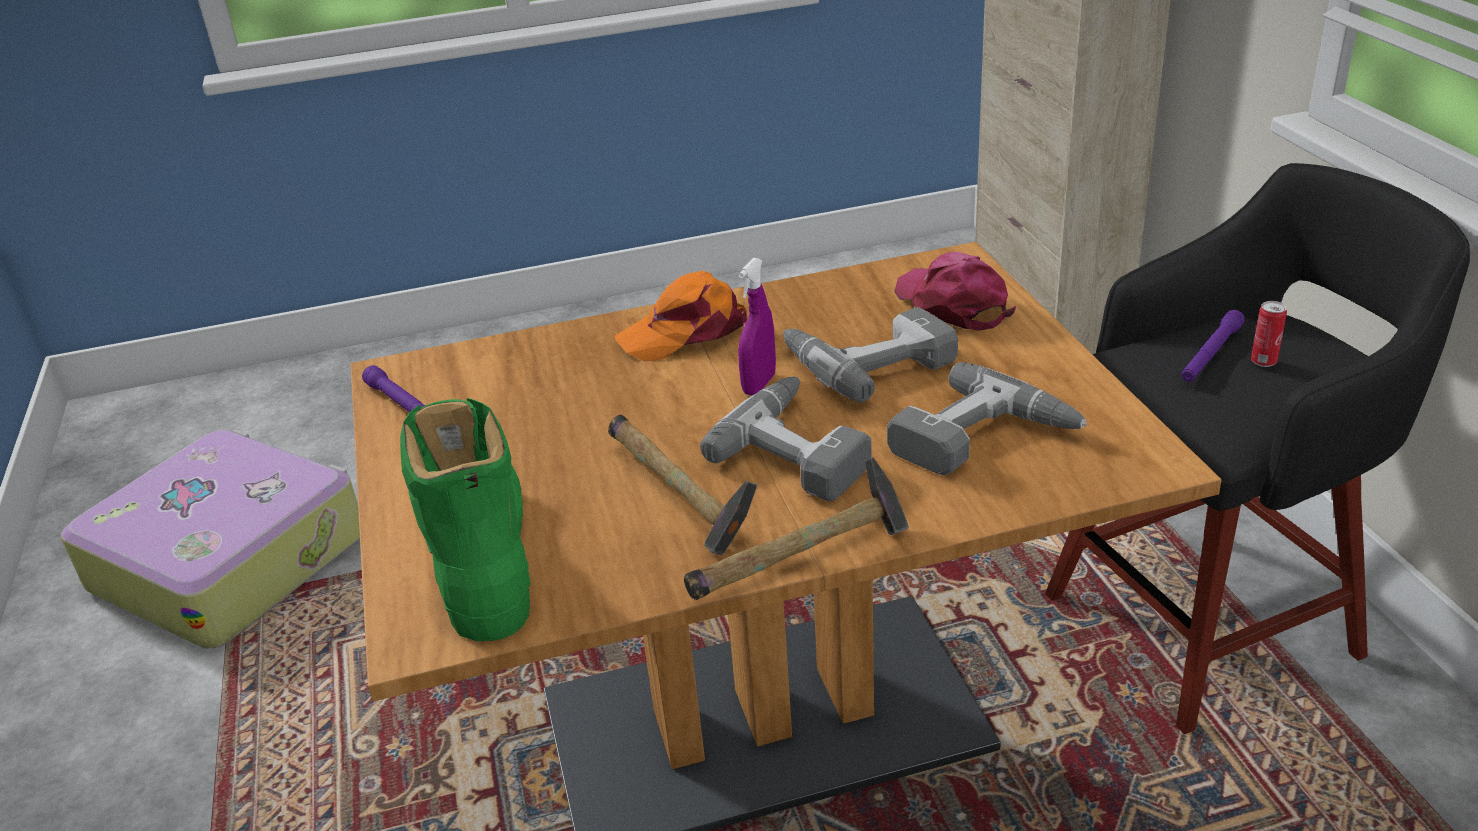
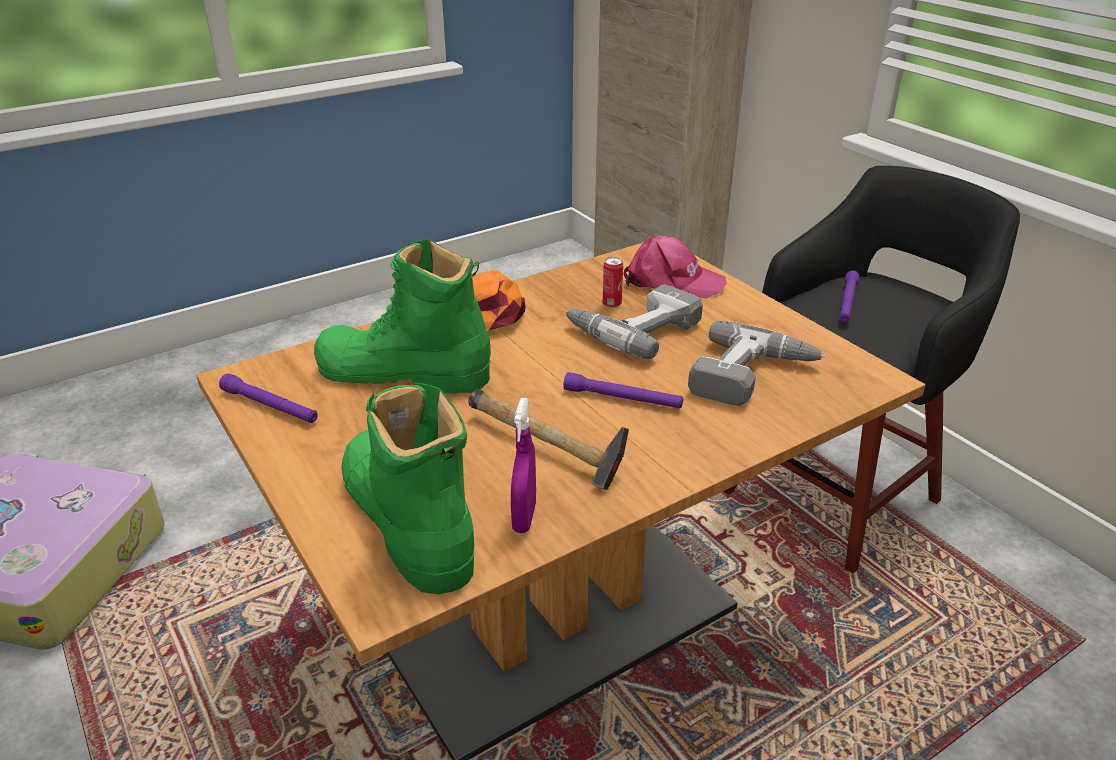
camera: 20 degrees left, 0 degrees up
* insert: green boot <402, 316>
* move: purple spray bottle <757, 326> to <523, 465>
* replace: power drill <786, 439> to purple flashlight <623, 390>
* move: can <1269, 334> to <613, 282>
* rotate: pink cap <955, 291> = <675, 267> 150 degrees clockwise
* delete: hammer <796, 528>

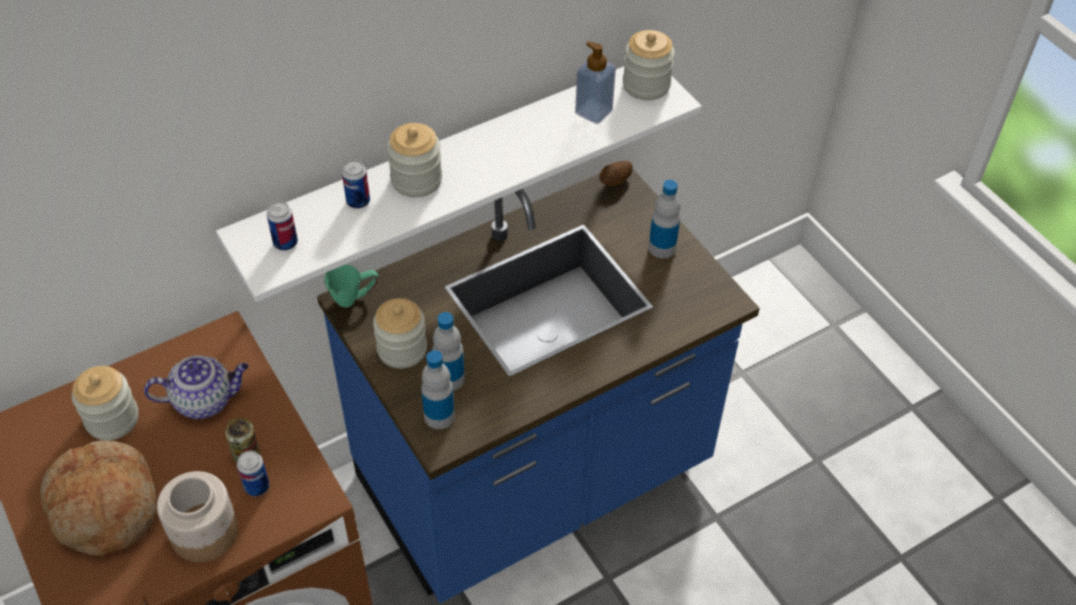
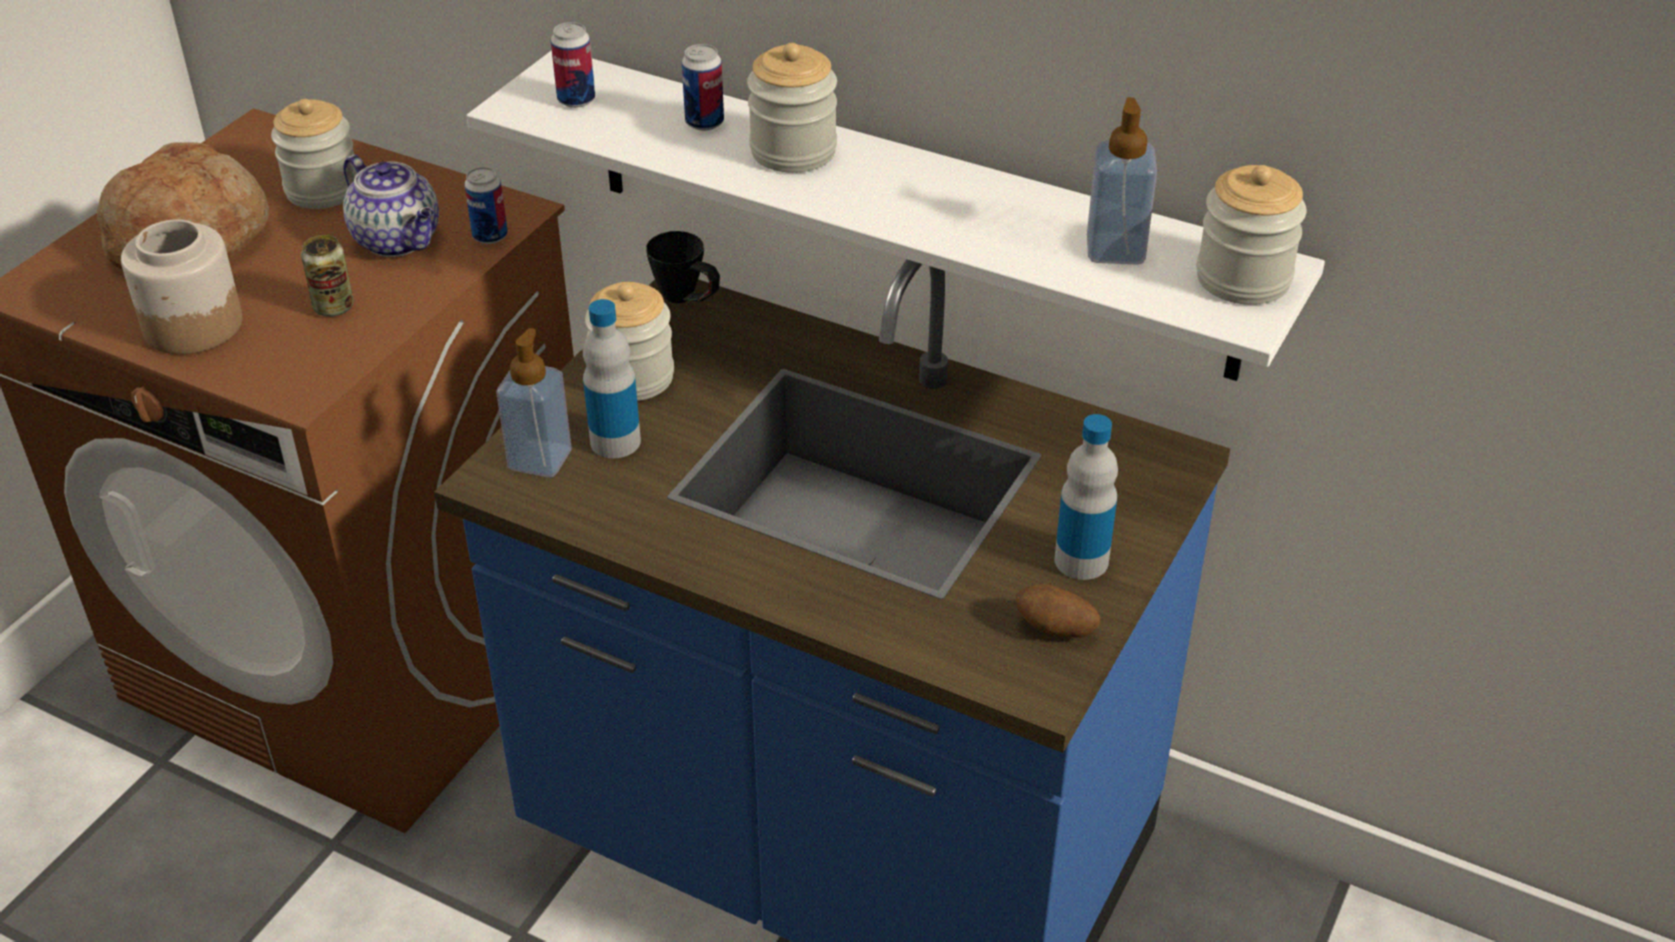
camera: 60 degrees right, 10 degrees down
* move: can <253, 474> to <486, 205>
* replace: bottle <438, 389> to soap dispenser <534, 402>
* recolor: green mug <351, 285> to black mug <683, 267>
* move: potato <616, 173> to <1058, 611>

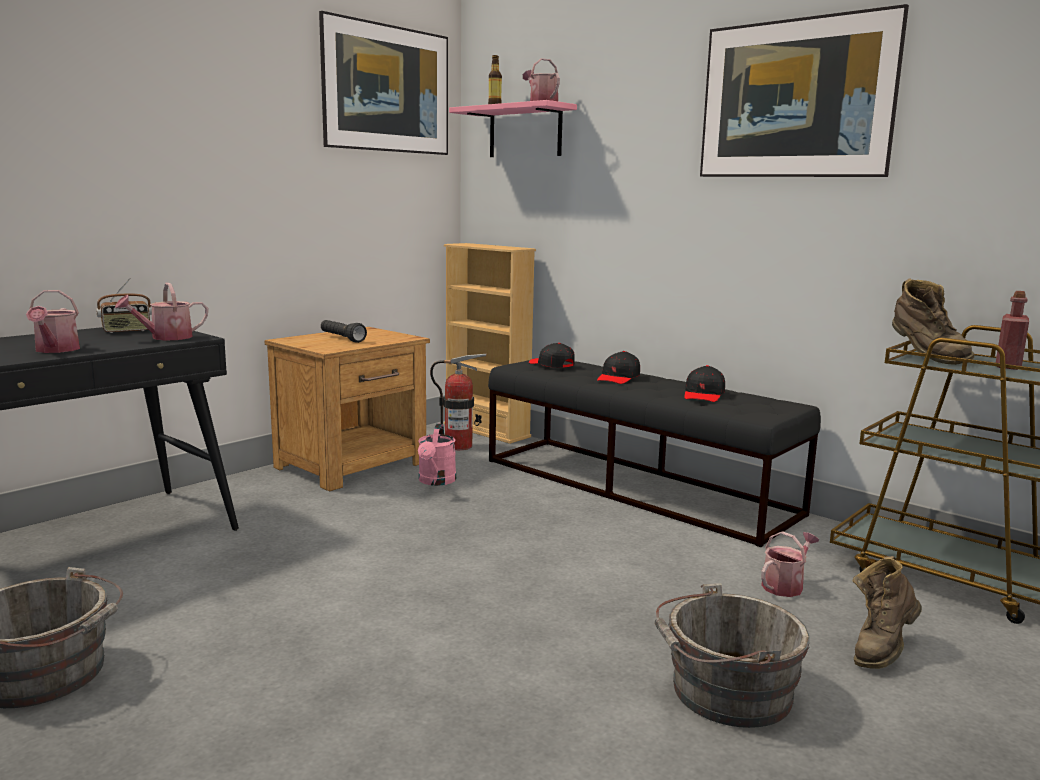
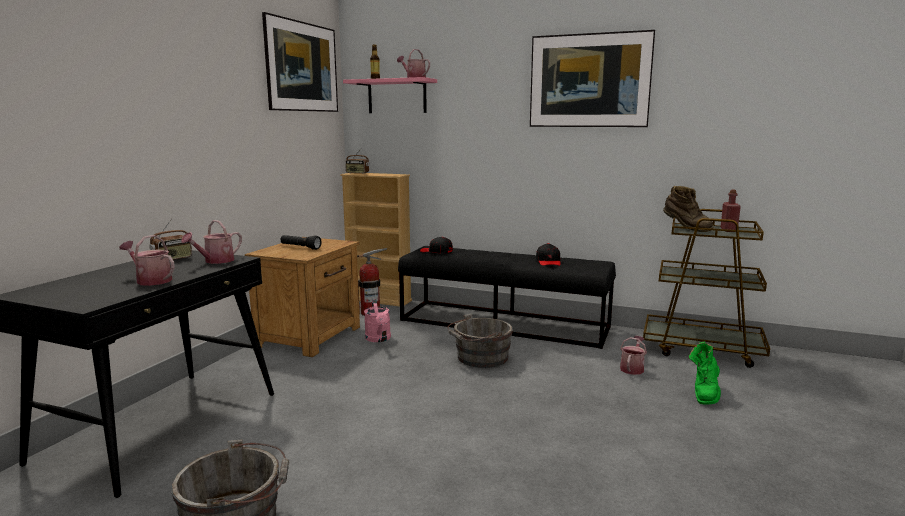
camera: 20 degrees left, 0 degrees up
* rotate: watering can <53, 321> = <147, 260> 150 degrees clockwise
* insert: radio <357, 161>
* move: grey bucket <732, 655> to <480, 341>
* recolor: brown boot <887, 612> to green boot <705, 373>
* delete: black cap <618, 367>

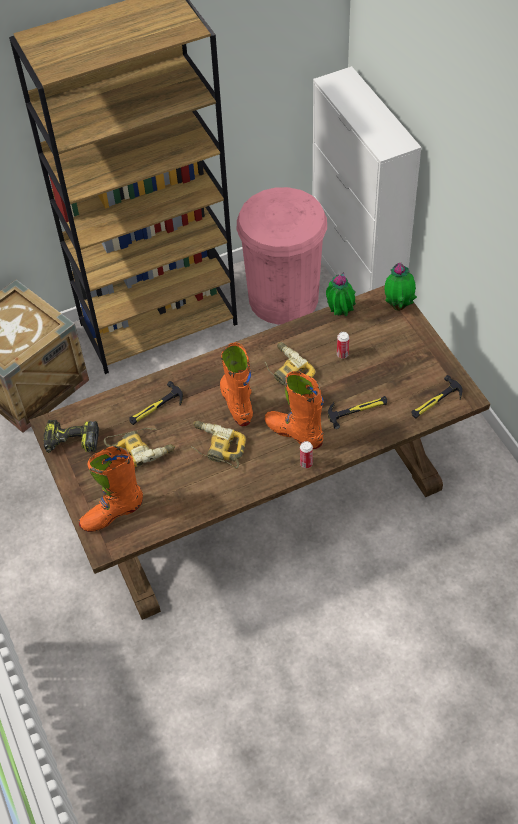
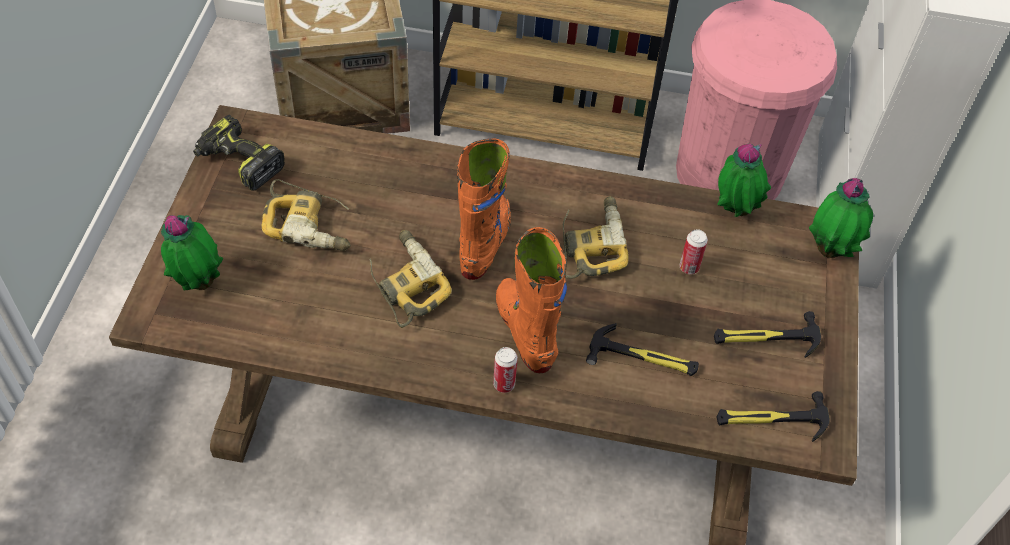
camera: 30 degrees right, 0 degrees up
* replace: orange boot <111, 489> to potted plant <192, 252>
* move: hammer <156, 403> to <767, 334>

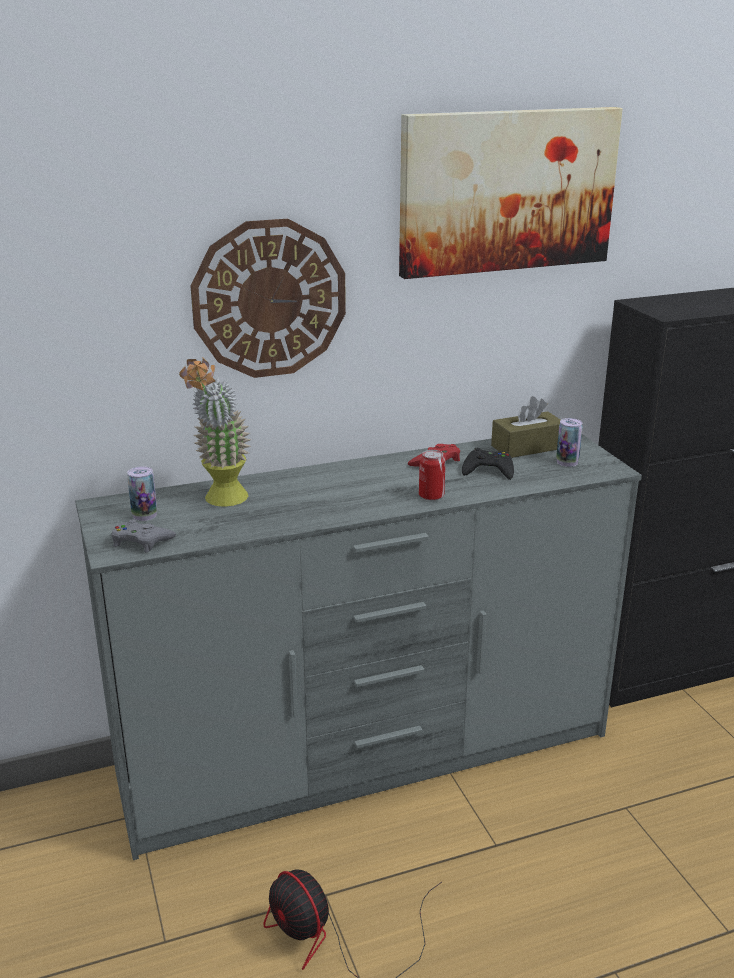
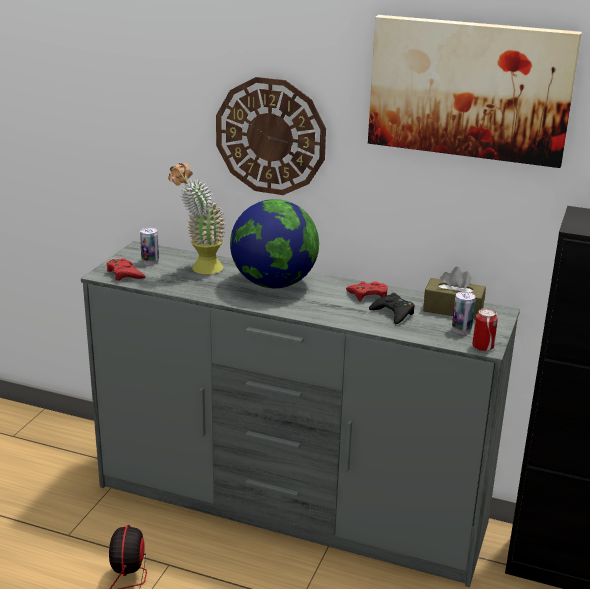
camera: 40 degrees right, 0 degrees up
* recolor: grey game controller <144, 536> to red game controller <126, 269>
* insert: globe <274, 243>
* move: can <432, 475> to <485, 329>

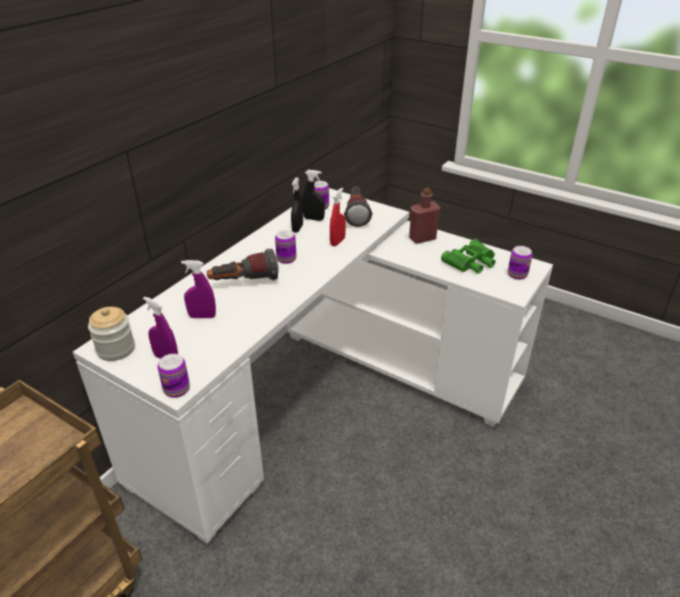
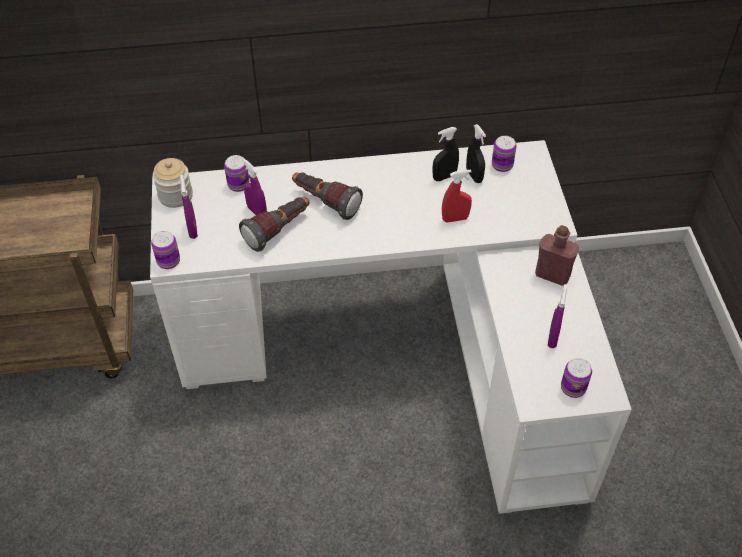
camera: 50 degrees right, 15 degrees up
* move: can <285, 247> to <237, 173>
* move: flashlight <358, 207> to <274, 224>
* replace: green binoculars <468, 256> to purple spray bottle <557, 316>

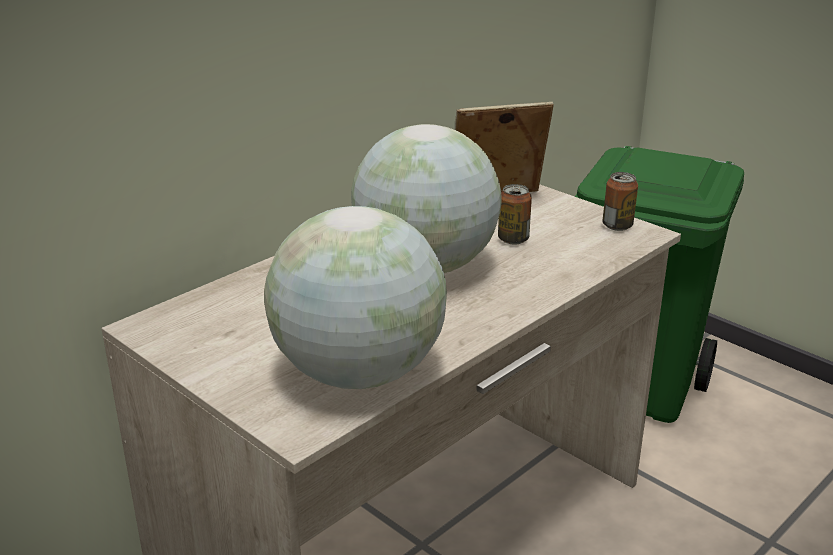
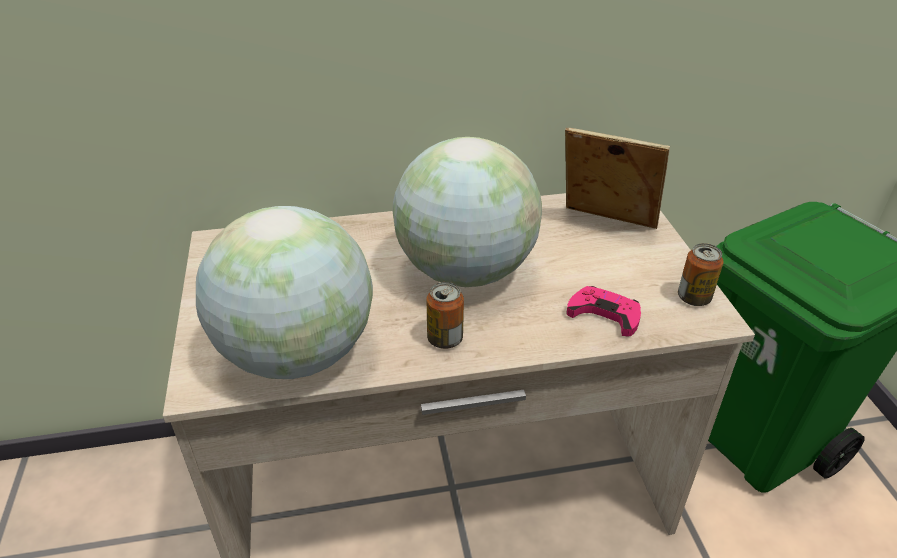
camera: 35 degrees right, 10 degrees up
* move: can <515, 214> to <445, 315>
* insert: pink game controller <604, 311>

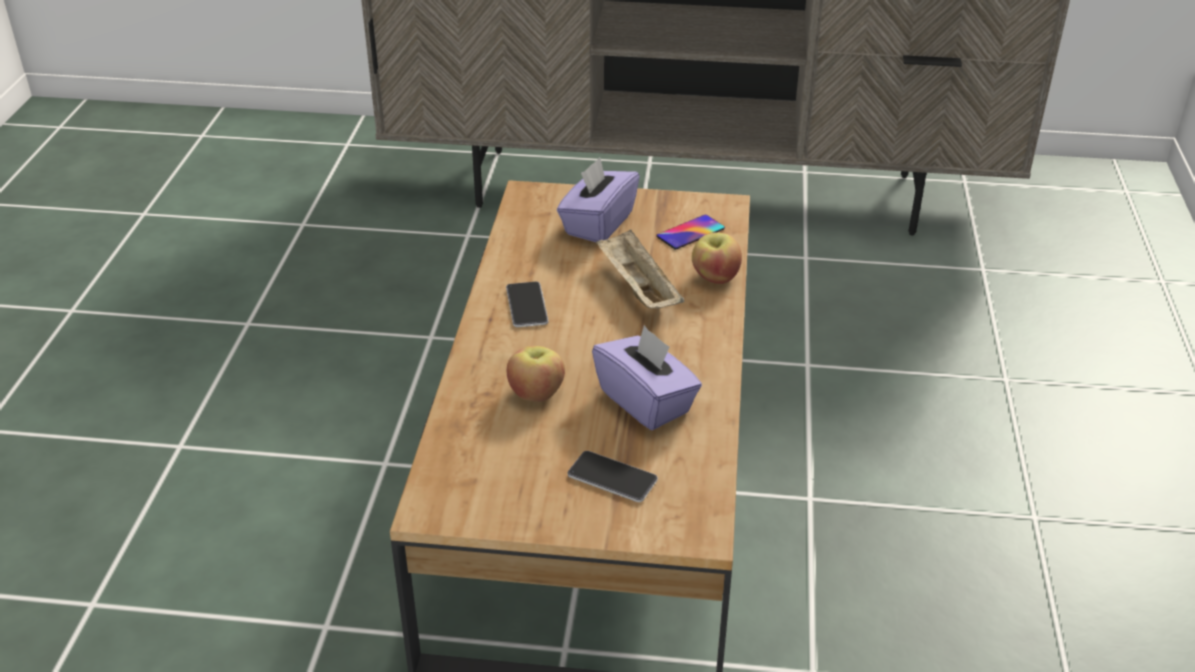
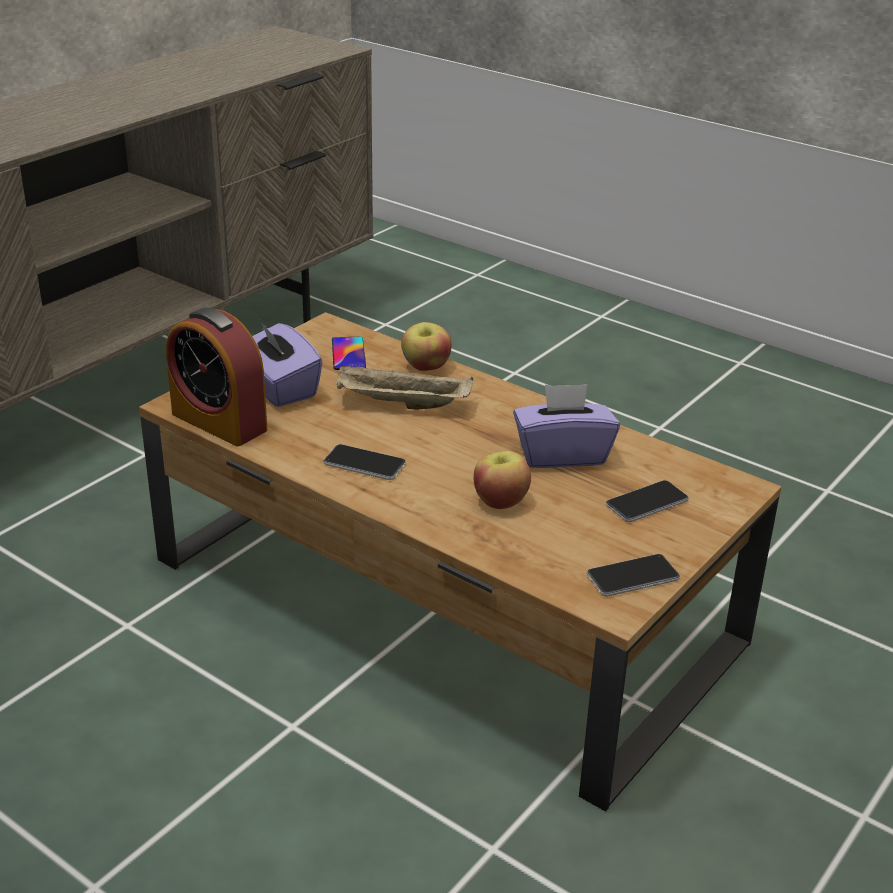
camera: 60 degrees left, 5 degrees down
* insert: alarm clock <216, 377>
* insert: phone <633, 575>

